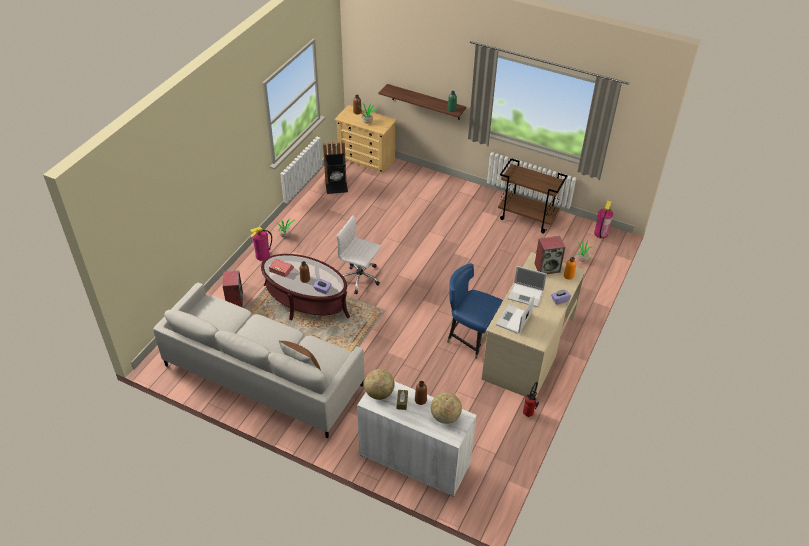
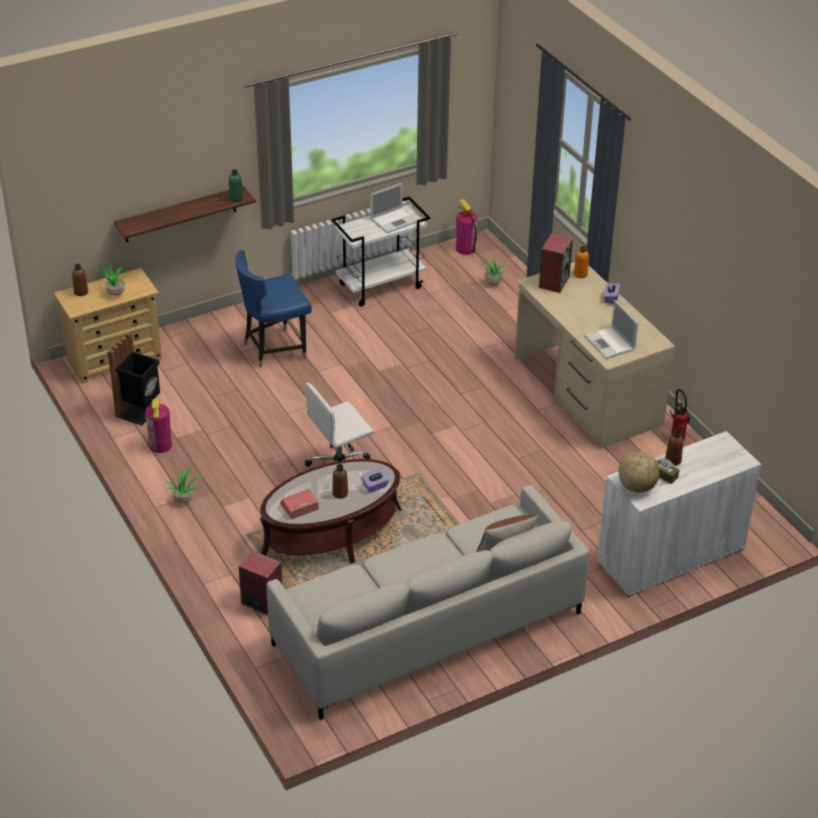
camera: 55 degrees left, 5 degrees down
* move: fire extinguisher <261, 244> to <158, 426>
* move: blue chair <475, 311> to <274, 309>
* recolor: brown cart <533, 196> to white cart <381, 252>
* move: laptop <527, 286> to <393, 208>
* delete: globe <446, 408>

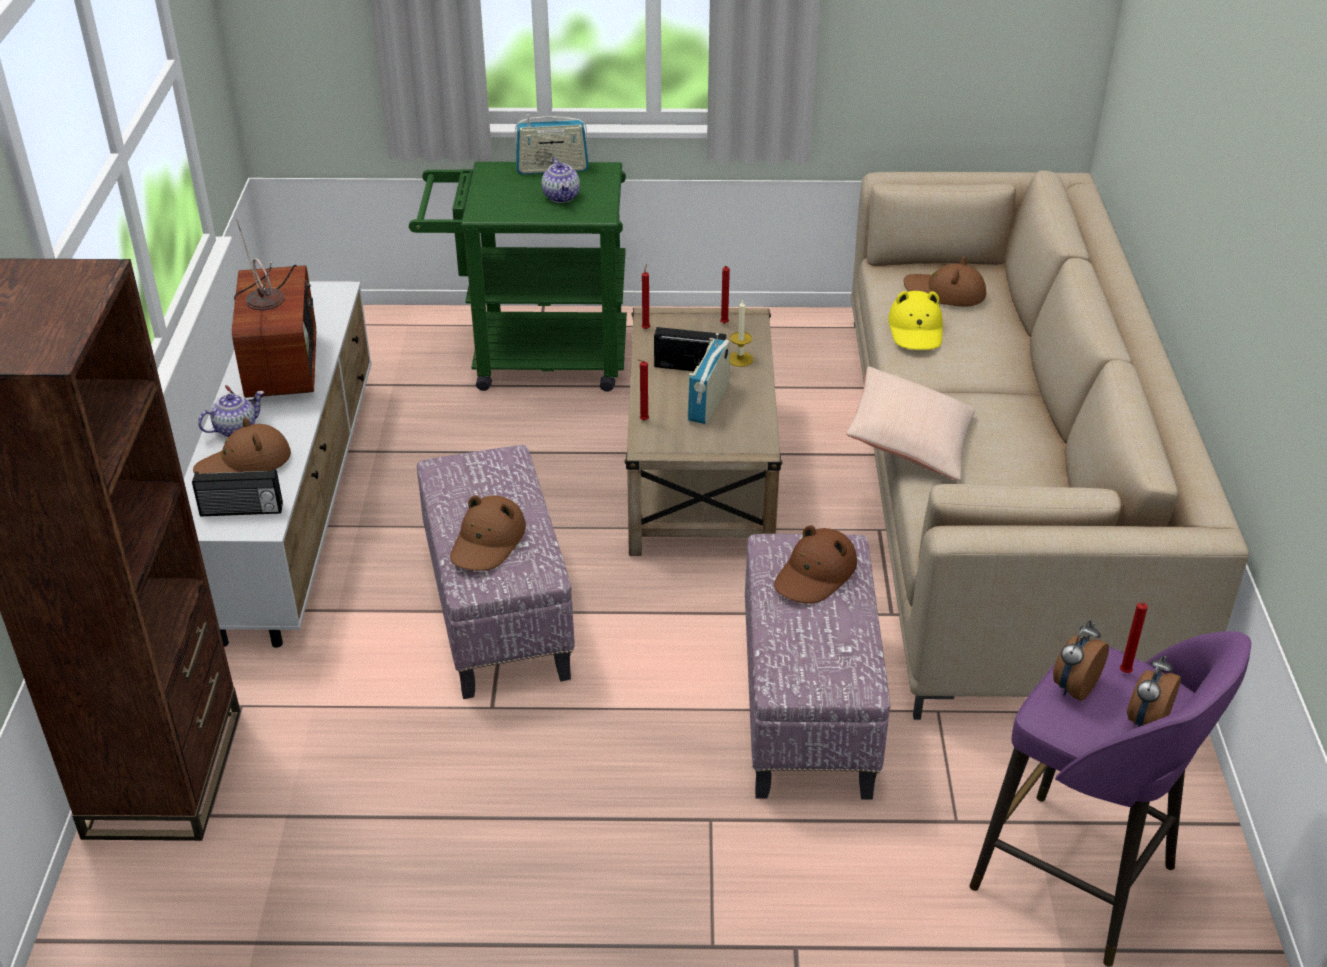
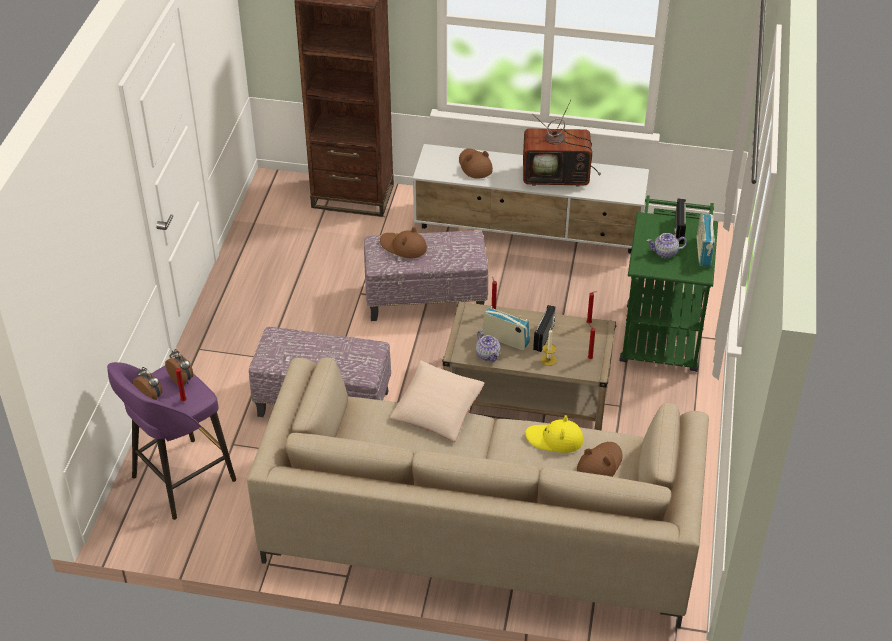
camera: 100 degrees right, 5 degrees up
* move: teapot <231, 414> to <488, 346>
* move: radio <237, 493> to <680, 221>
* delete: brown hat <815, 564>

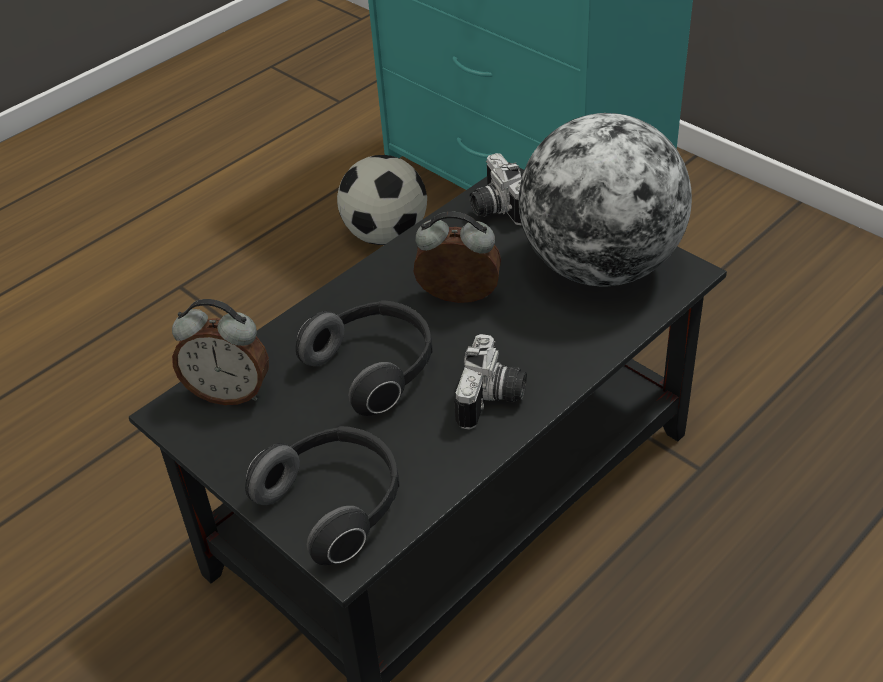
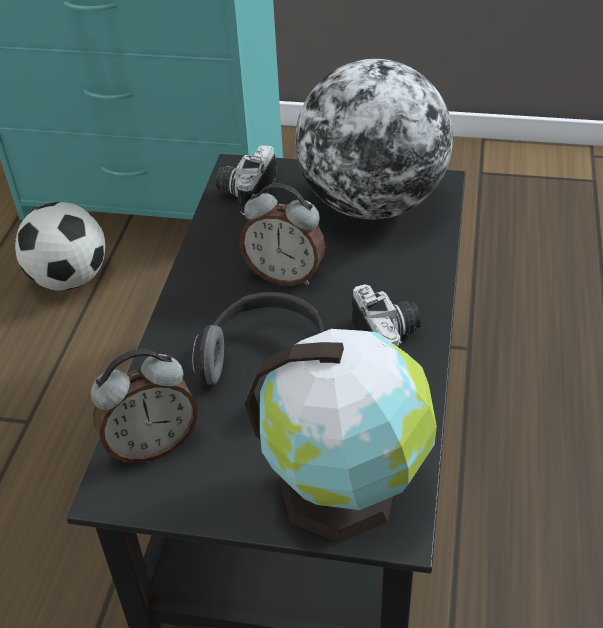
camera: 35 degrees left, 0 degrees up
* rotate: photo camera <496, 189> = <246, 180> 75 degrees clockwise
* rotate: alarm clock <457, 257> = <282, 234> 135 degrees counterclockwise
* replace: headphones <322, 495> to globe <340, 436>

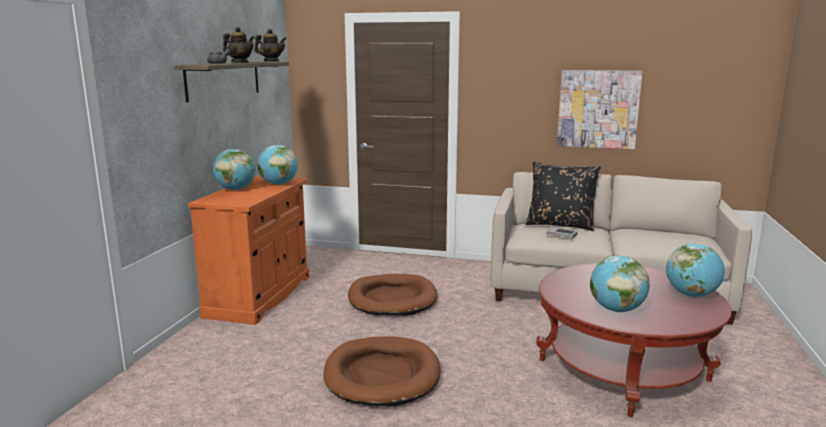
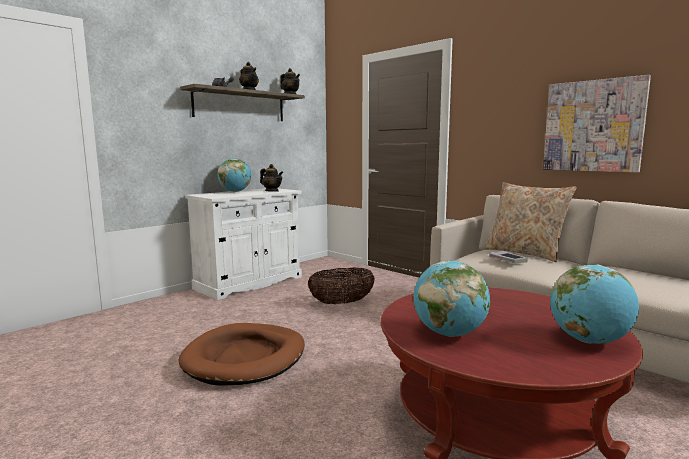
camera: 30 degrees right, 5 degrees down
* recolor: orange cabinet <249, 250> to white cabinet <243, 244>
* replace: globe <278, 165> to teapot <271, 178>
* replace: brown dog bed <393, 295> to basket <341, 285>
* recolor: black pillow <563, 196> to beige pillow <531, 222>

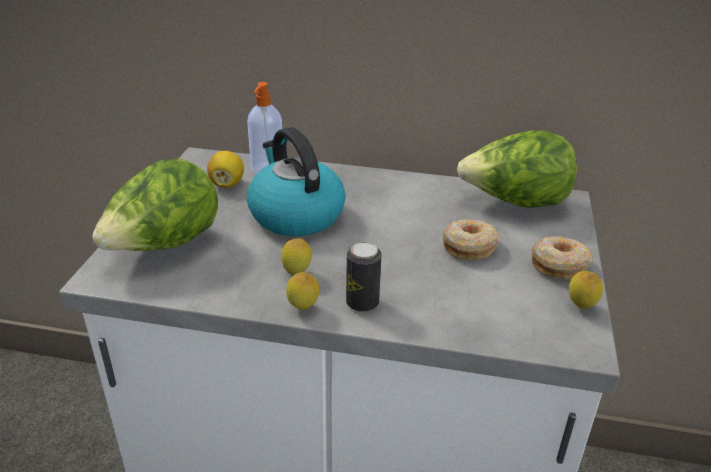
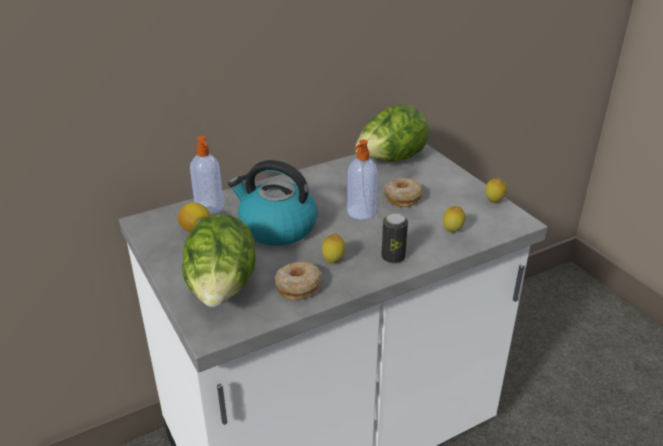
camera: 40 degrees left, 0 degrees up
* move: donut <562, 257> to <298, 281>
* insert: soap dispenser <362, 179>
* move: lemon <302, 291> to <454, 219>

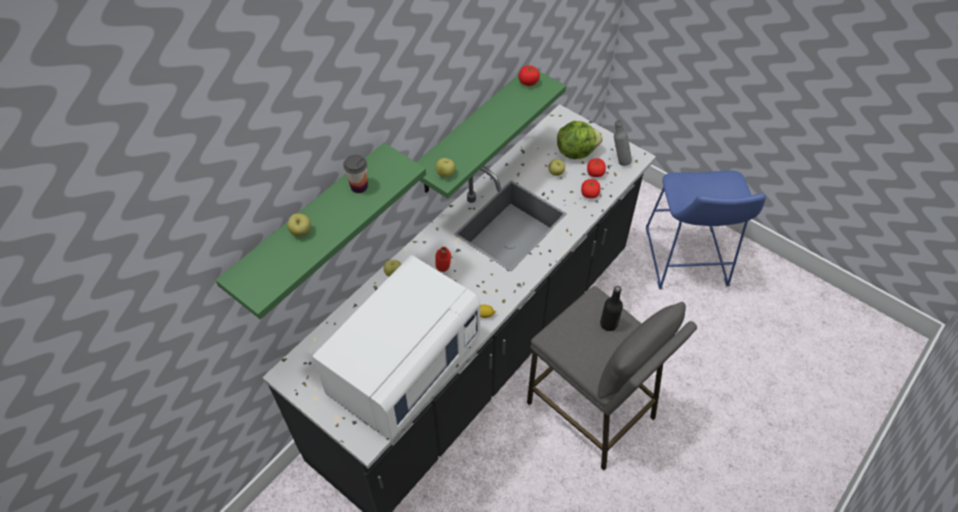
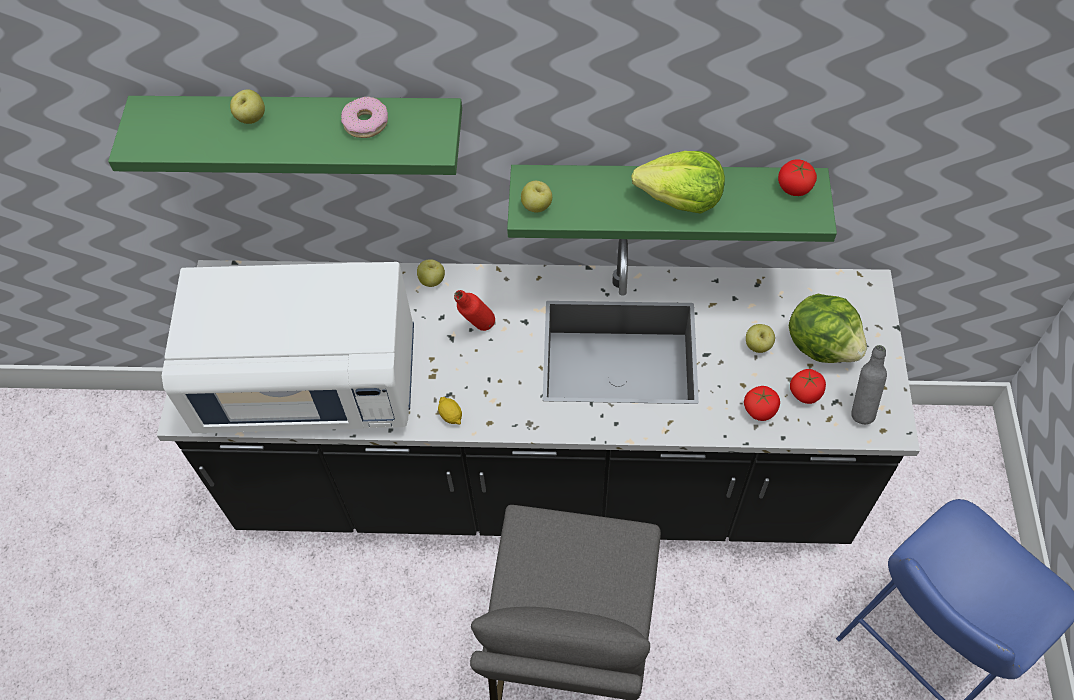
camera: 55 degrees right, 5 degrees up
* replace: cup <355, 174> to donut <364, 117>
* insert: lettuce <678, 182>
* delete: black bottle <611, 308>

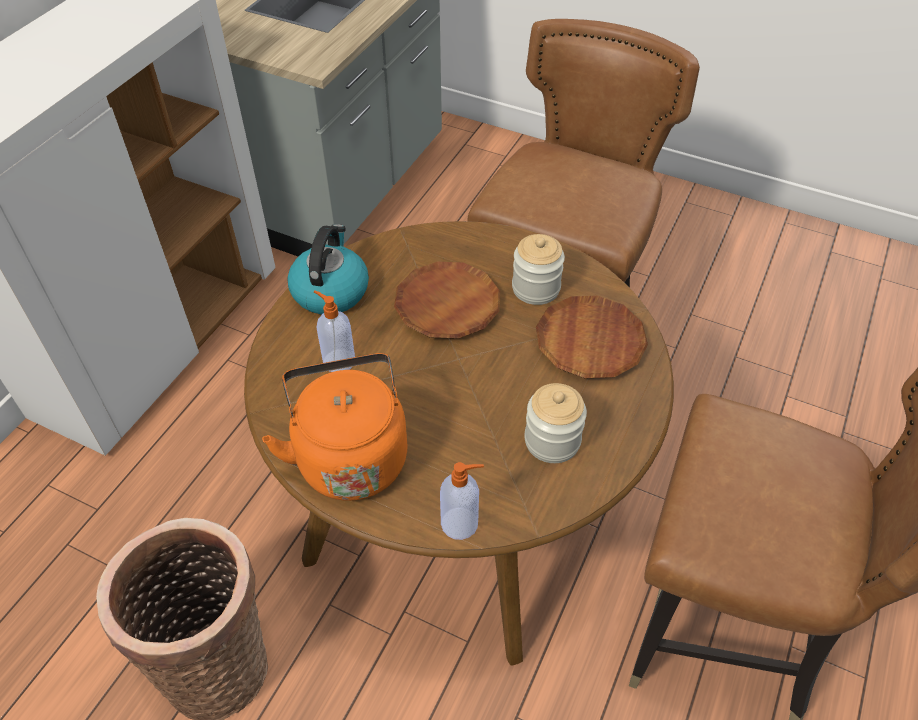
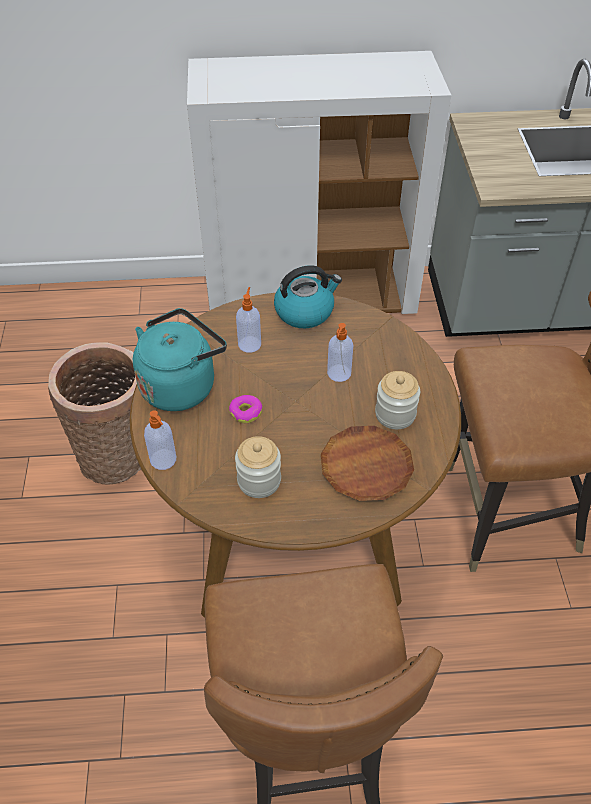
camera: 60 degrees right, 0 degrees up
* recolor: orange kettle <334, 427> to turquoise kettle <180, 359>
* insert: donut <245, 409>
* replace: brown plate <447, 300> to soap dispenser <340, 352>

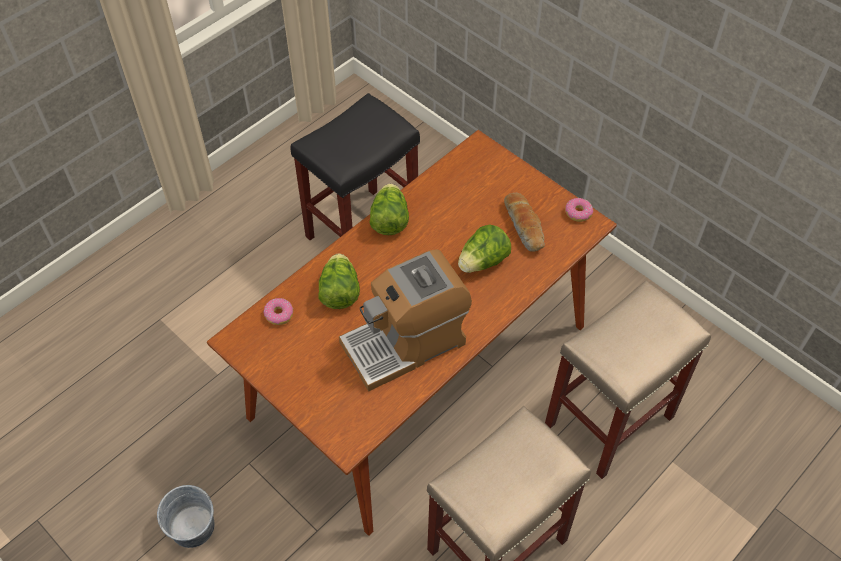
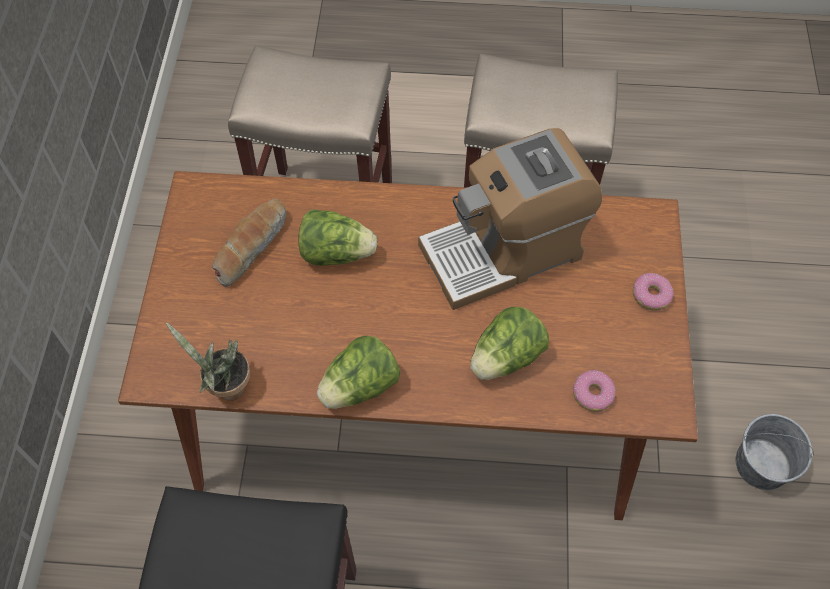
camera: 130 degrees left, 5 degrees up
* insert: potted plant <208, 362>
* rotate: coffee machine <405, 320> = <510, 219> 135 degrees clockwise
* move: donut <579, 210> to <653, 291>

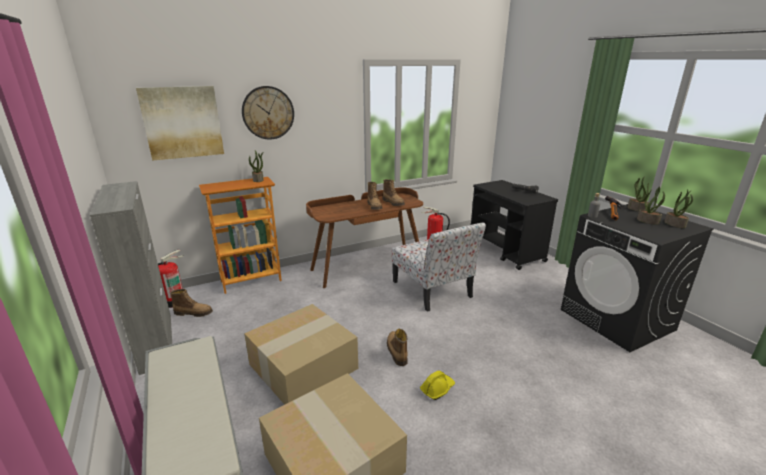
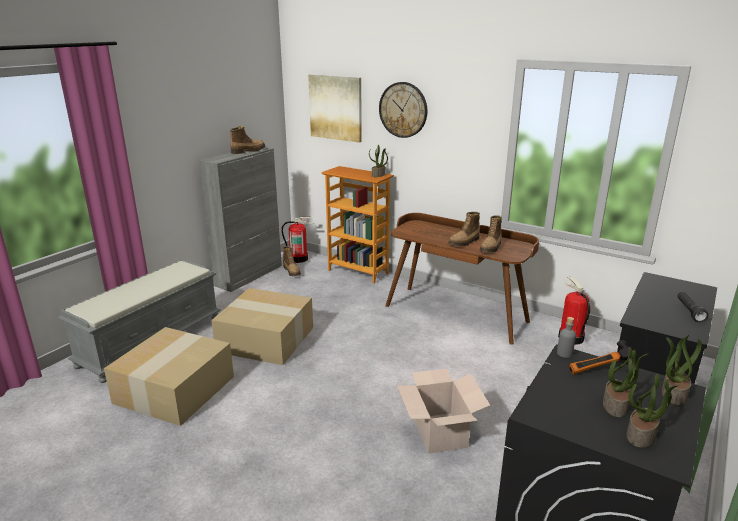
camera: 60 degrees right, 0 degrees up
* move: boot <397, 347> to <247, 140>
* insert: cardboard box <443, 411>
* delete: chair <439, 267>
* delete: yellow hard hat <437, 385>

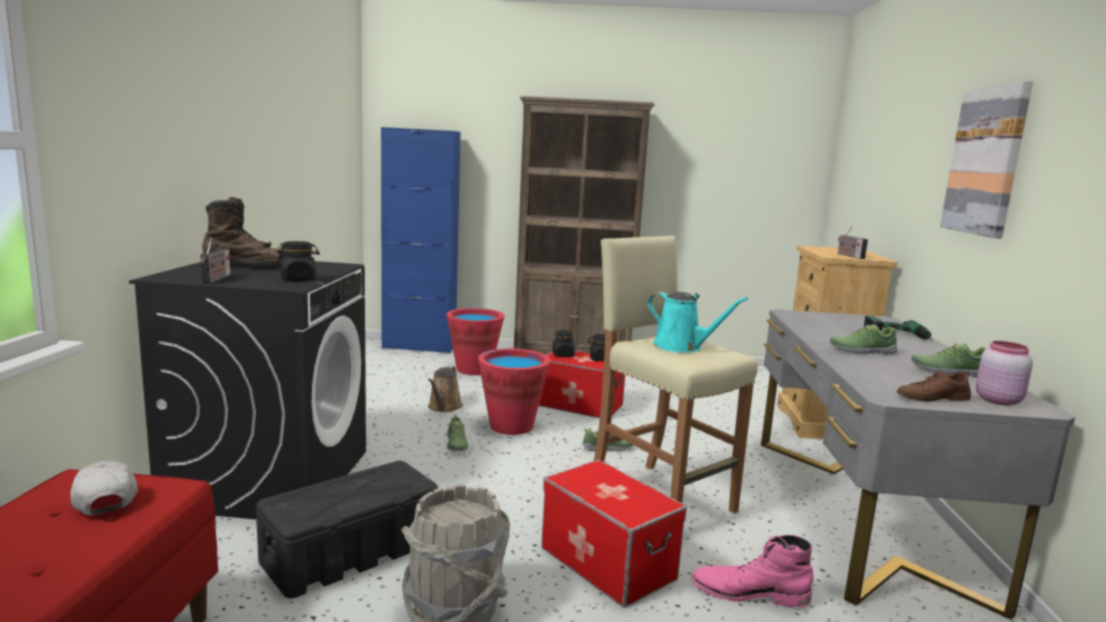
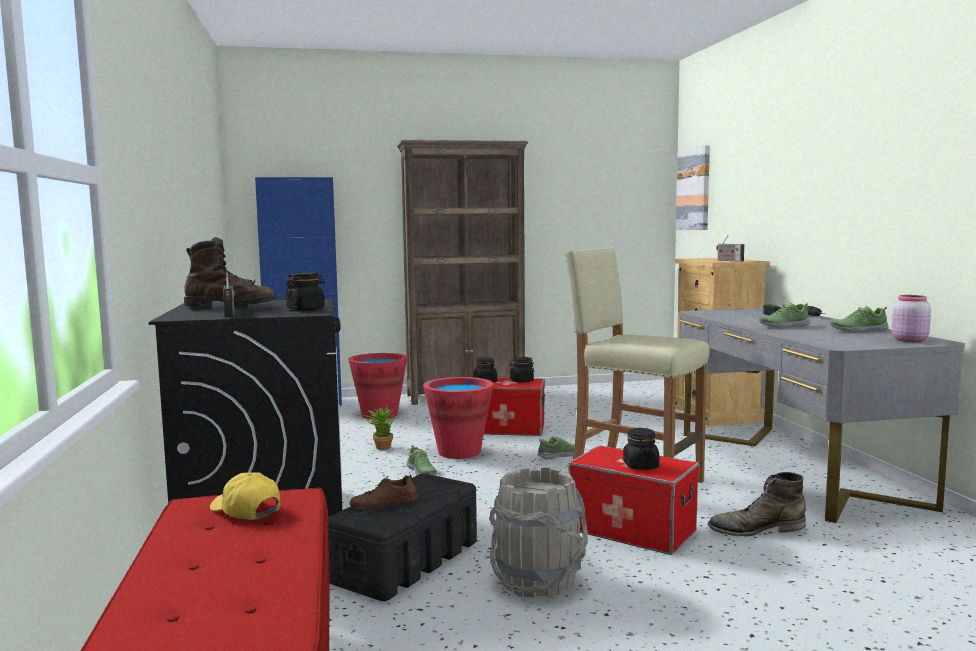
camera: 15 degrees left, 5 degrees down
* recolor: white cap <104, 488> to yellow cap <245, 496>
* move: brown shoe <934, 385> to <384, 492>
* replace: brown watering can <445, 389> to potted plant <379, 427>
* insert: black jar <641, 449>
* move: picture <986, 160> to <693, 187>
* recolor: pink boot <752, 571> to green boot <757, 504>
* delete: turquoise watering can <697, 322>

